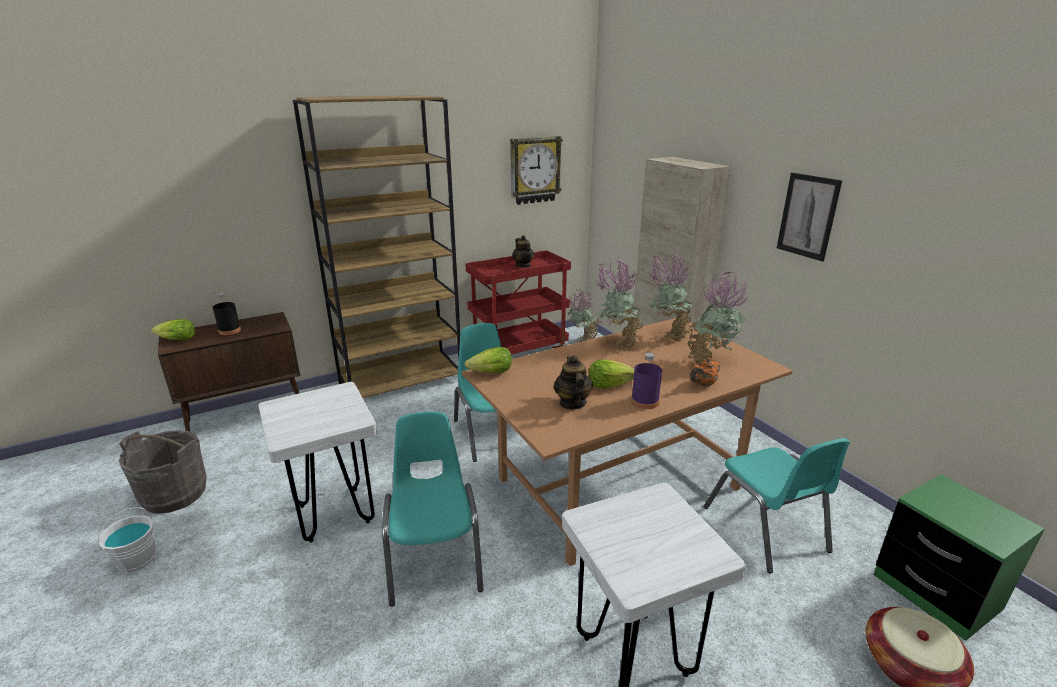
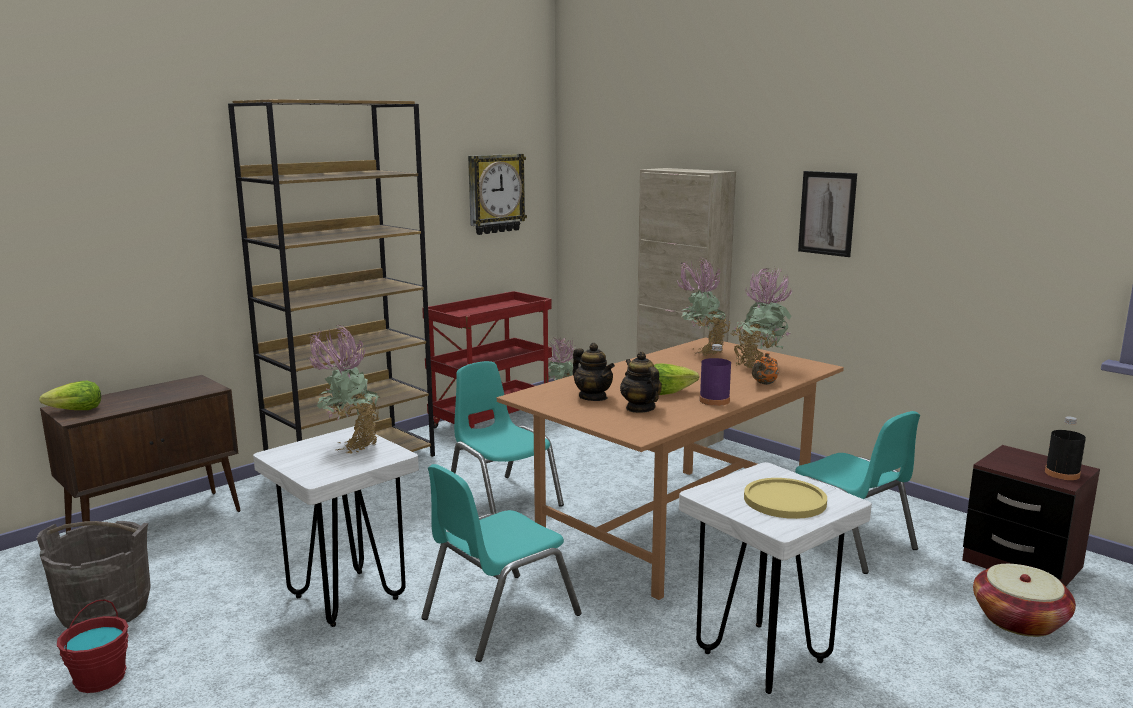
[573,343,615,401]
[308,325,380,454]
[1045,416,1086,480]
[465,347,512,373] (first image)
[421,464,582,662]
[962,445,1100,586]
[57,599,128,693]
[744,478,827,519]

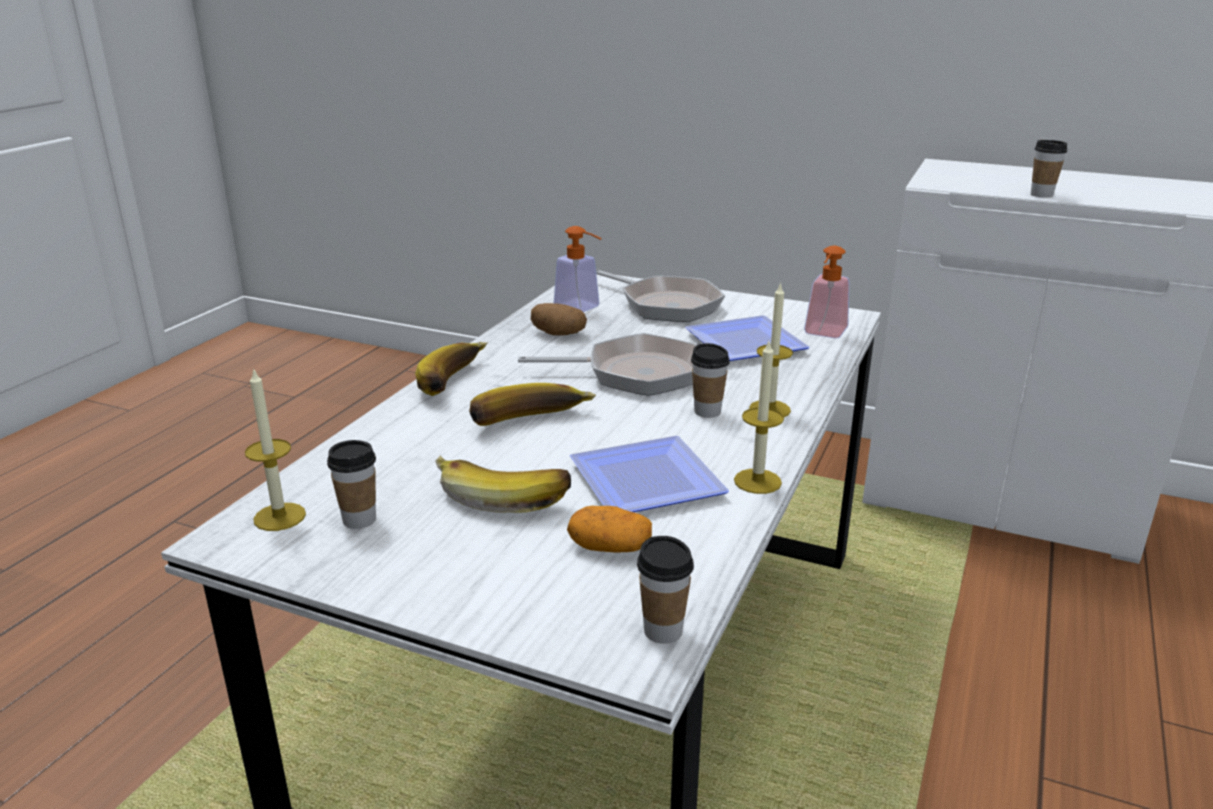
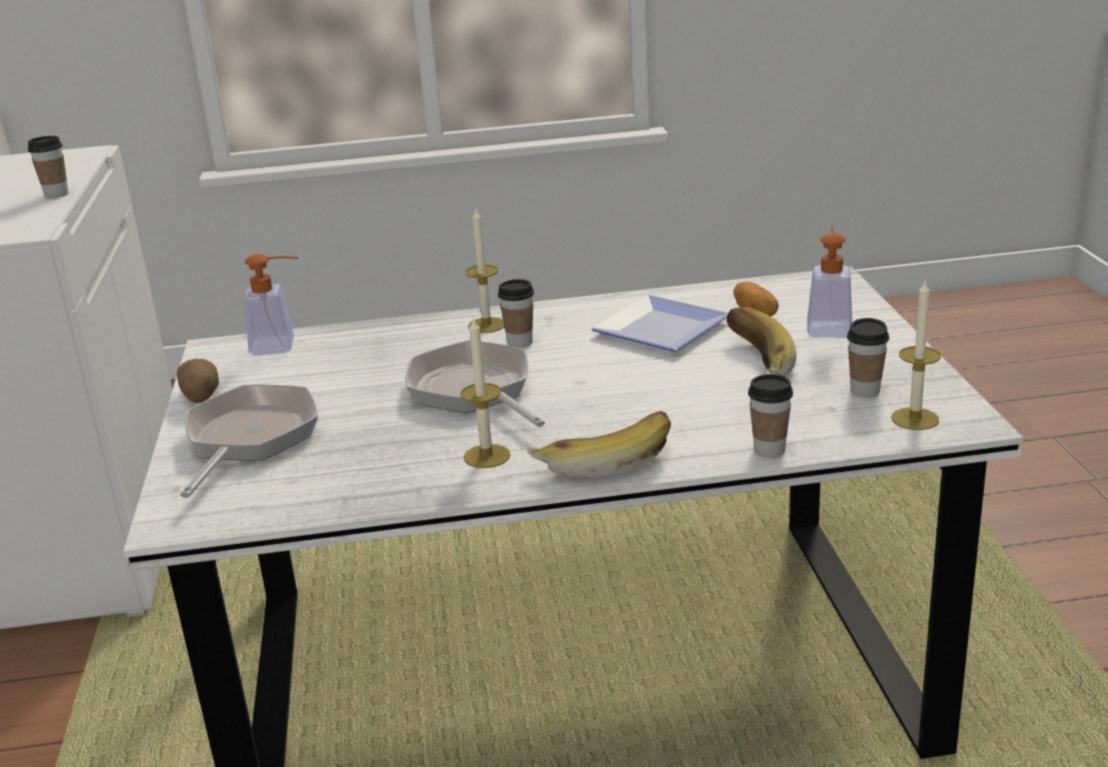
[807,226,852,338]
[177,359,219,403]
[685,315,810,361] (first image)
[460,316,510,468]
[469,383,596,426] (first image)
[748,374,793,458]

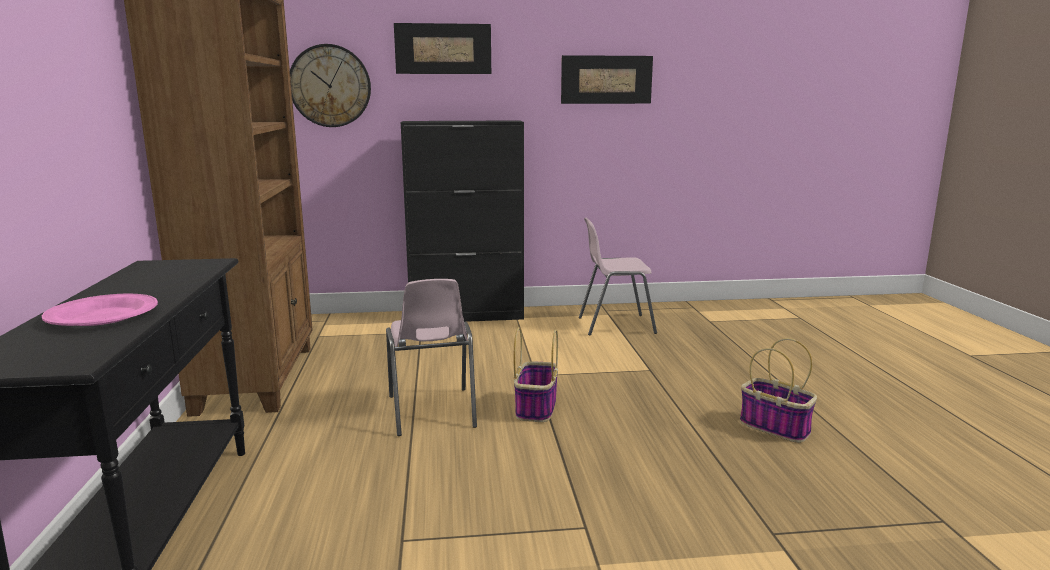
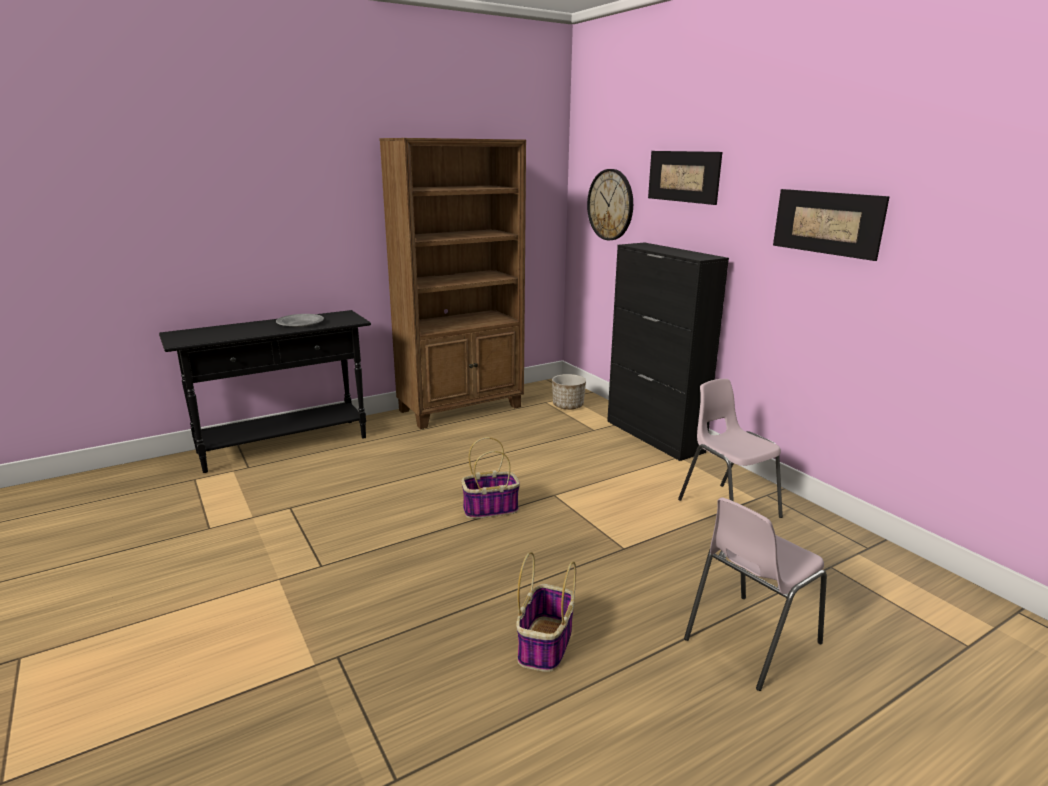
[684,497,827,691]
[42,294,158,326] (first image)
[276,314,324,327]
[552,374,586,410]

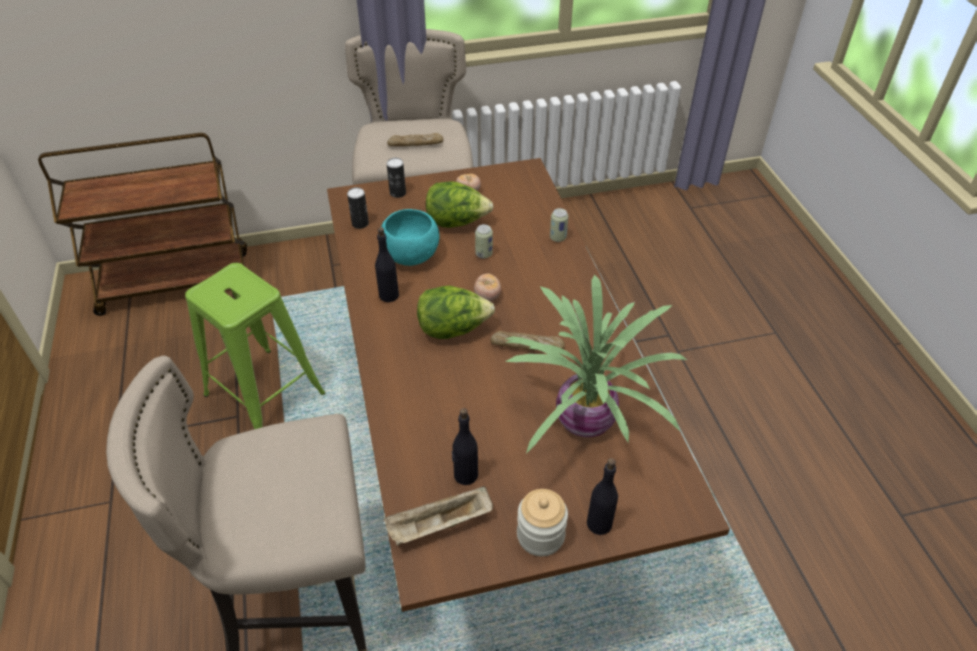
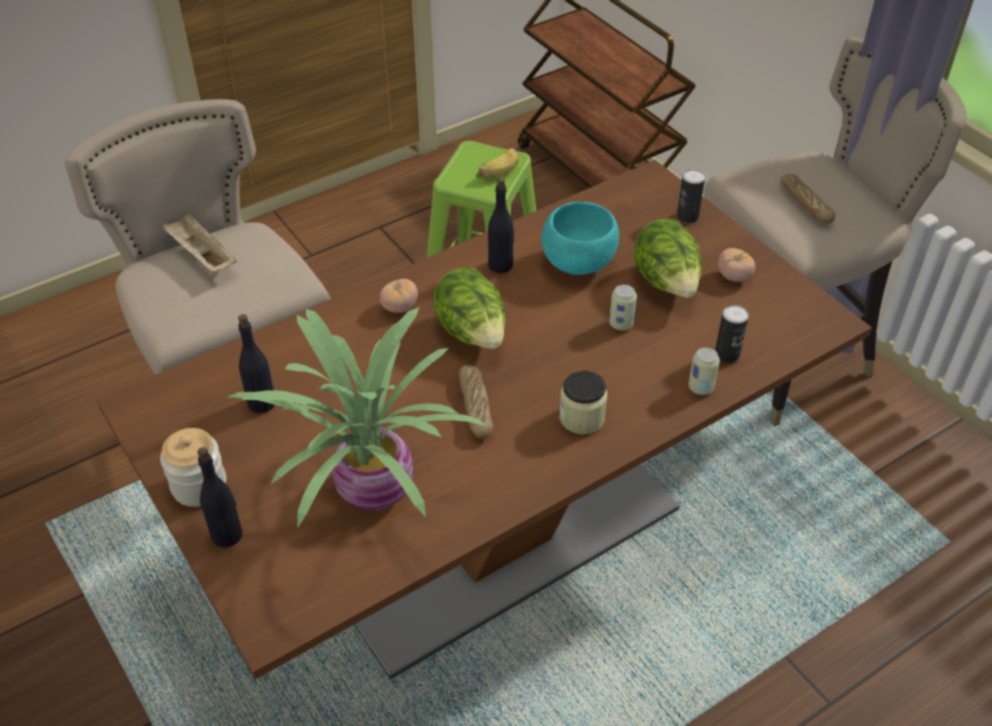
[715,305,749,363]
[380,279,418,313]
[162,214,237,272]
[479,145,519,178]
[559,371,607,434]

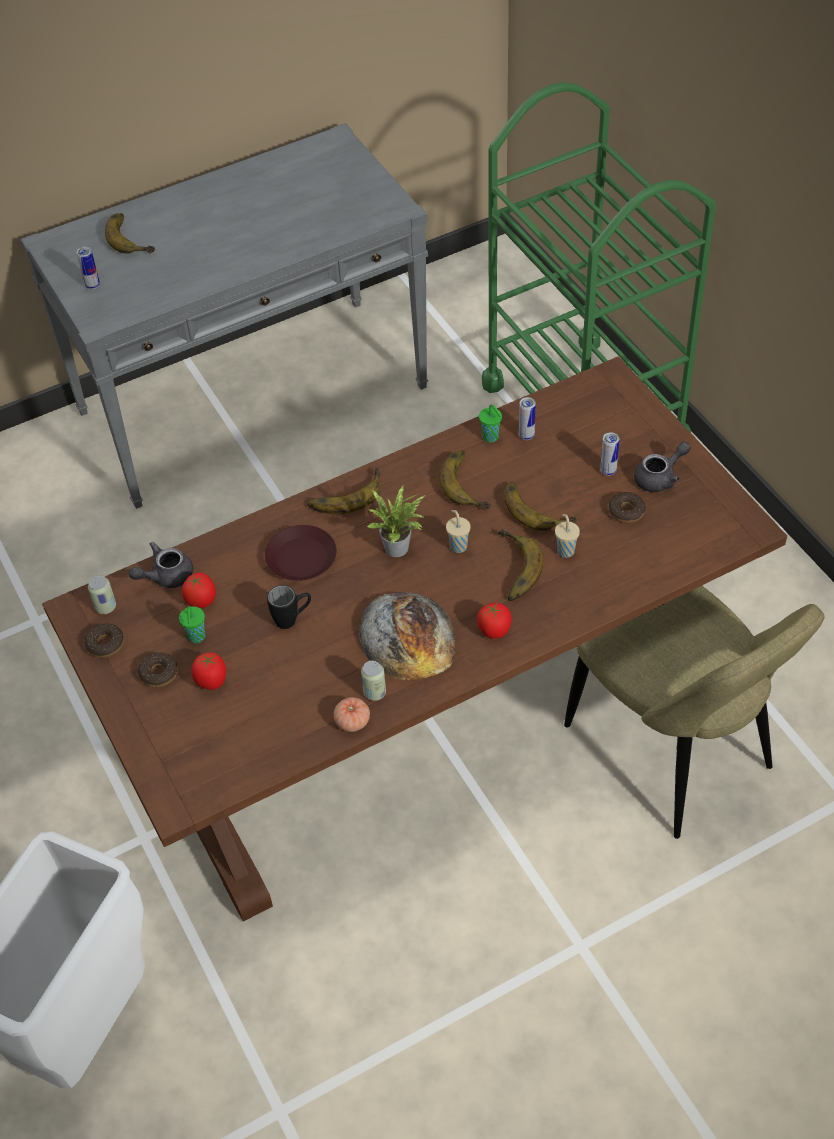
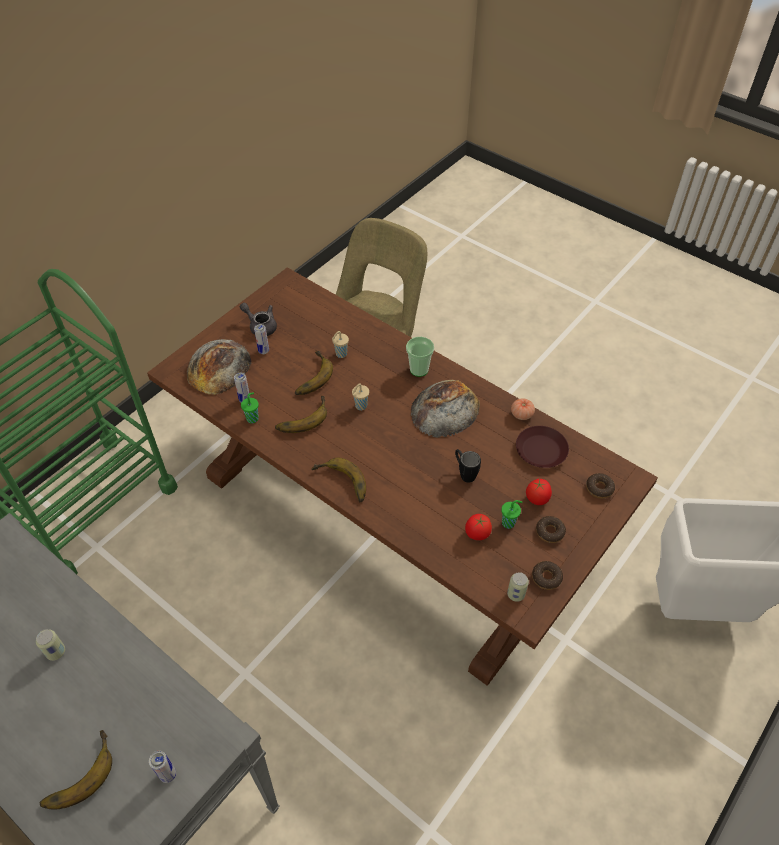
[367,486,426,557] (first image)
[586,473,615,499]
[516,426,569,468]
[498,529,543,601] (first image)
[129,542,193,588] (first image)
[406,337,434,377]
[36,629,65,661]
[187,339,251,395]

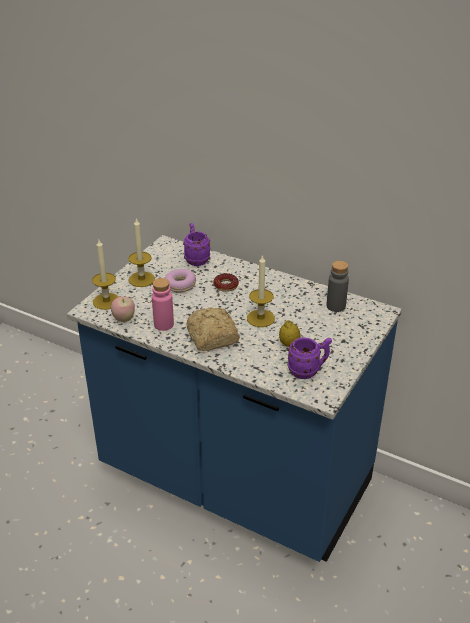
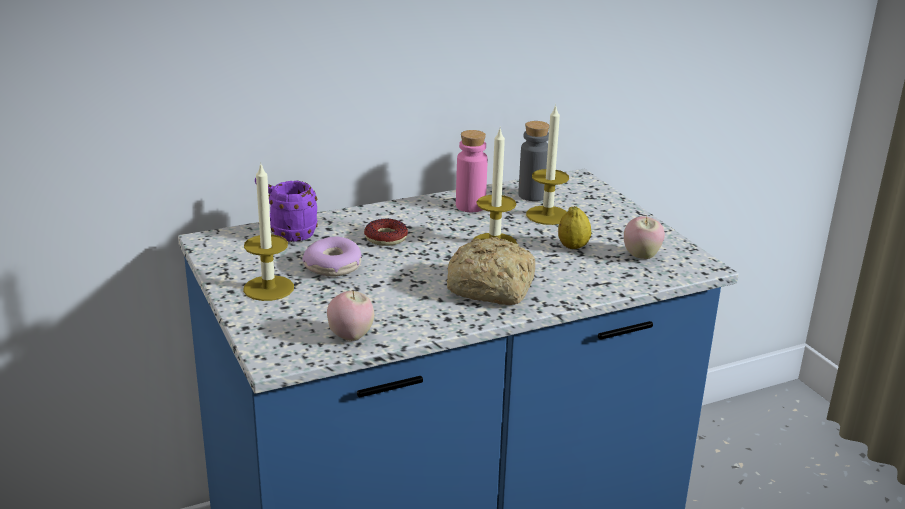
[526,104,569,225]
[456,130,488,212]
[624,216,665,259]

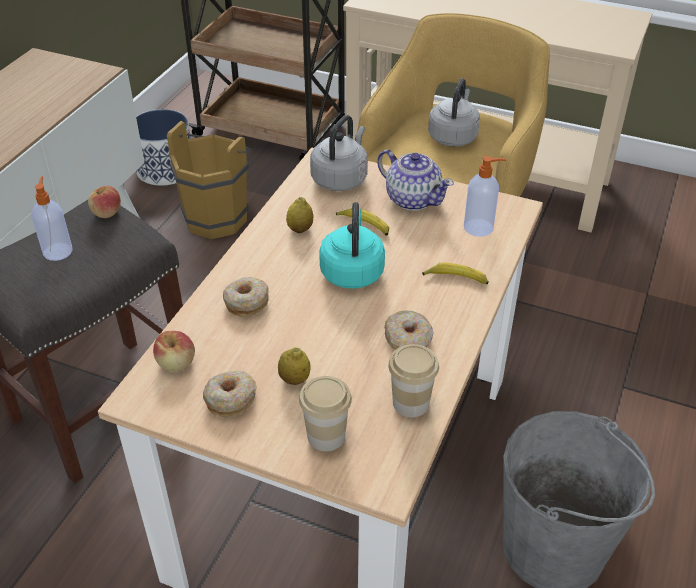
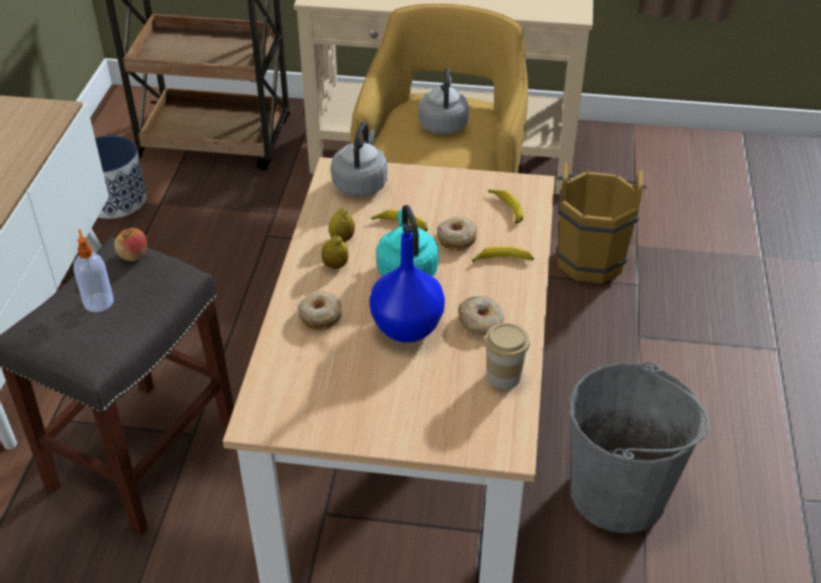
[557,163,647,284]
[377,149,454,211] (first image)
[488,189,523,224]
[153,331,195,371] (first image)
[321,236,349,269]
[437,217,477,251]
[299,376,352,451] (first image)
[369,232,445,343]

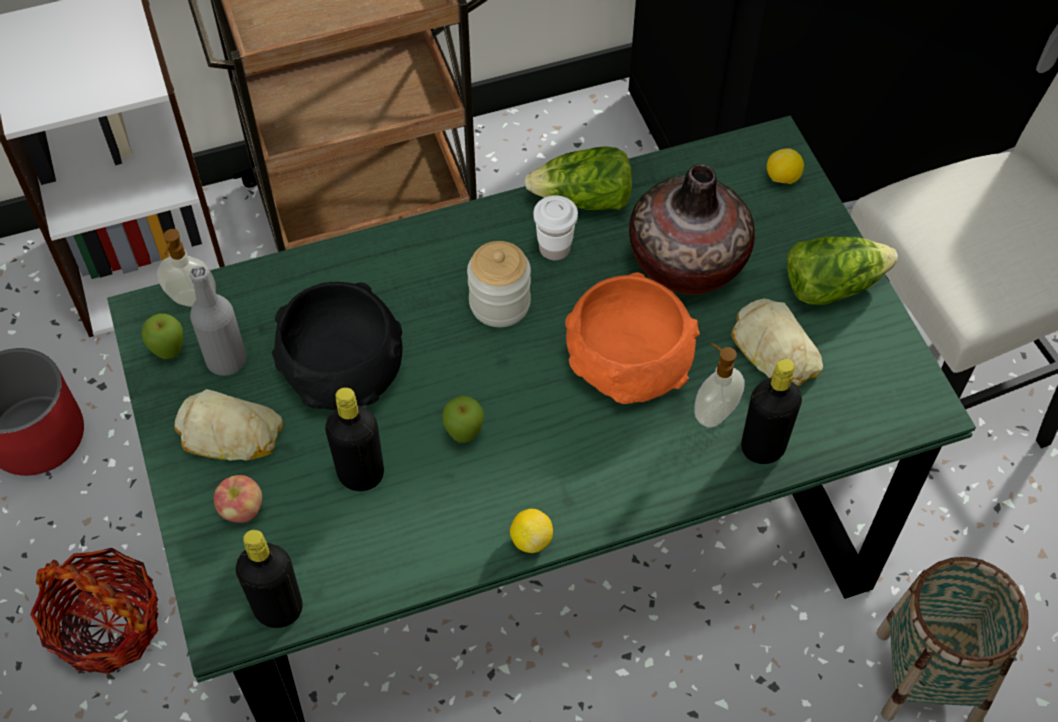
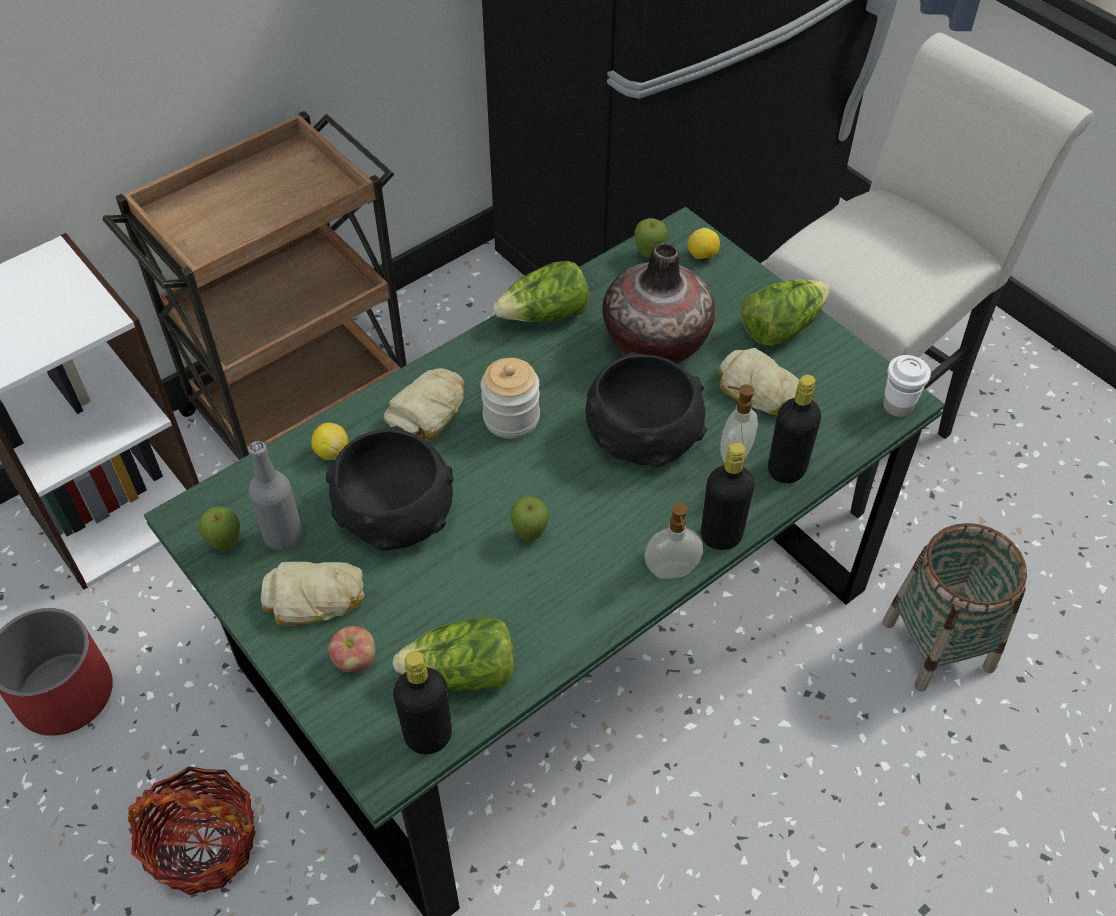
[883,355,931,417]
[645,502,703,579]
[586,352,707,467]
[701,443,755,550]
[311,423,348,460]
[634,218,668,258]
[384,368,464,441]
[392,617,514,691]

